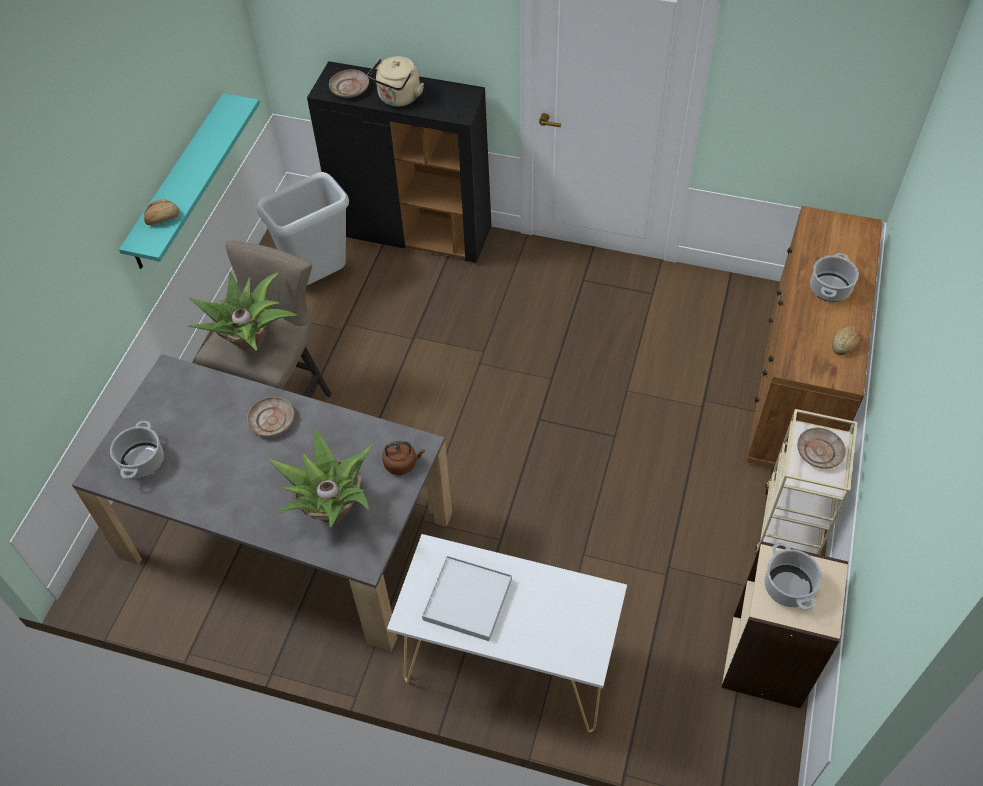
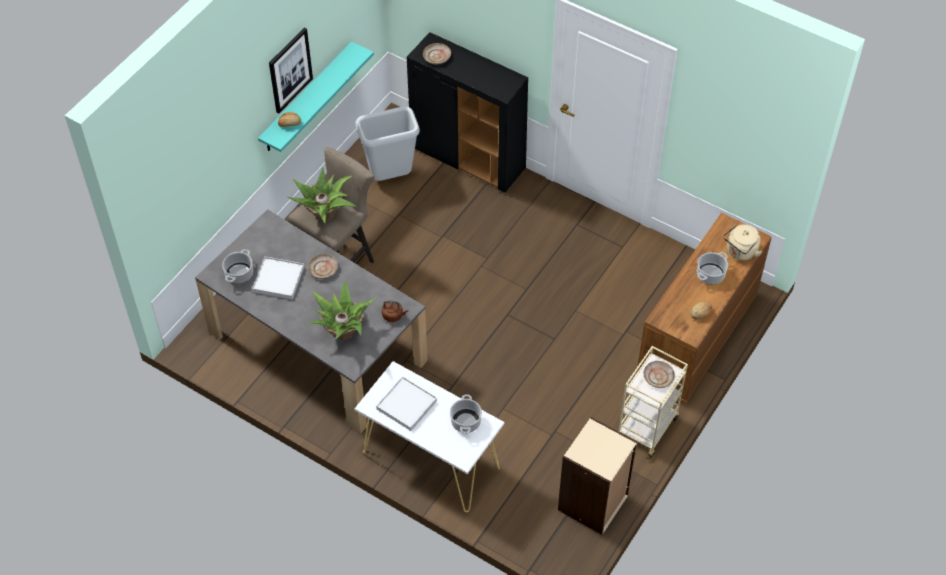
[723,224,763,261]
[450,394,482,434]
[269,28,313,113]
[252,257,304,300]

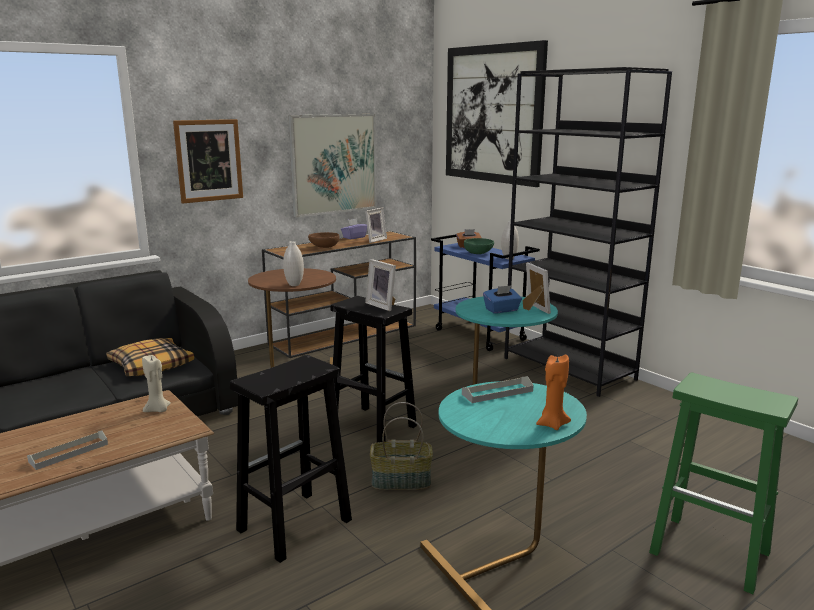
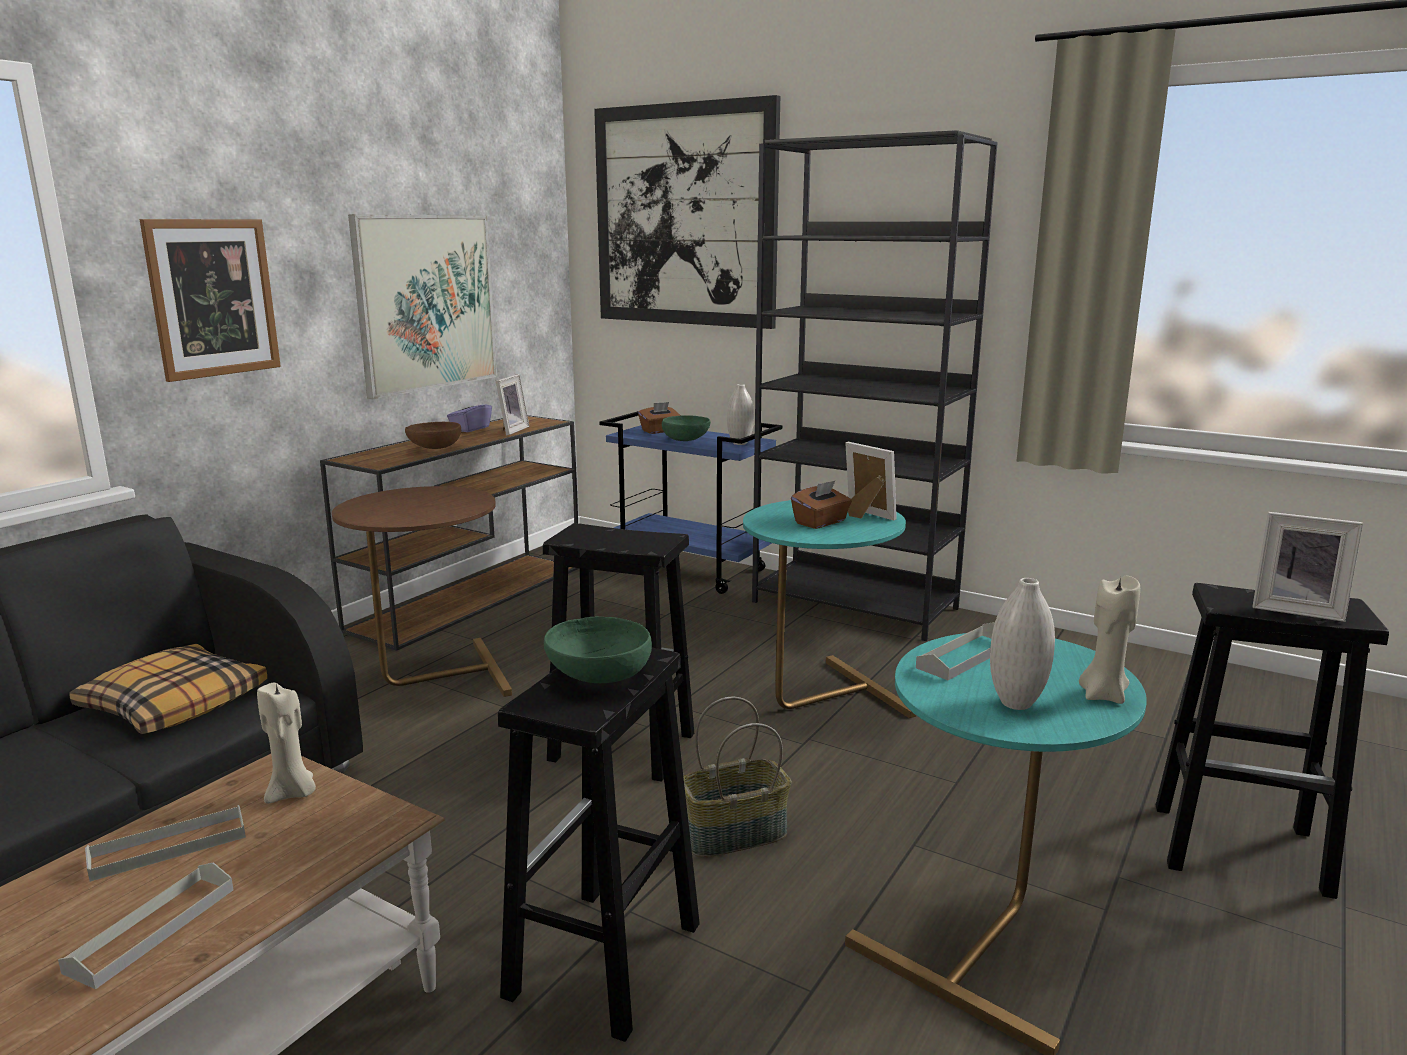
[990,578,1055,710]
[1252,512,1363,622]
[791,480,852,529]
[1079,576,1140,704]
[1156,583,1389,899]
[544,616,652,683]
[85,805,246,882]

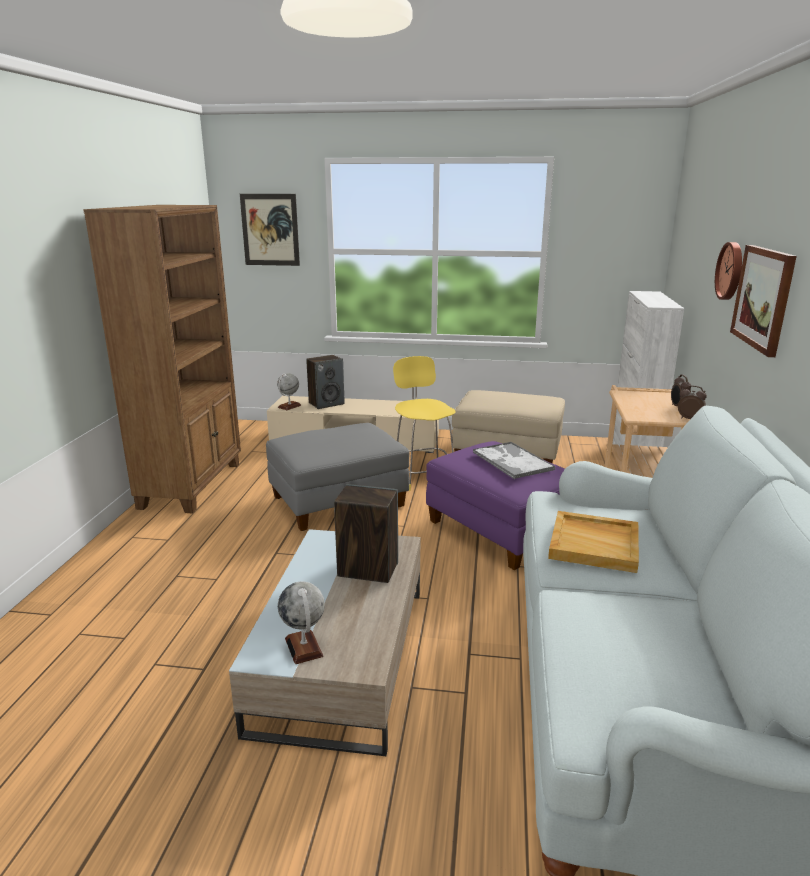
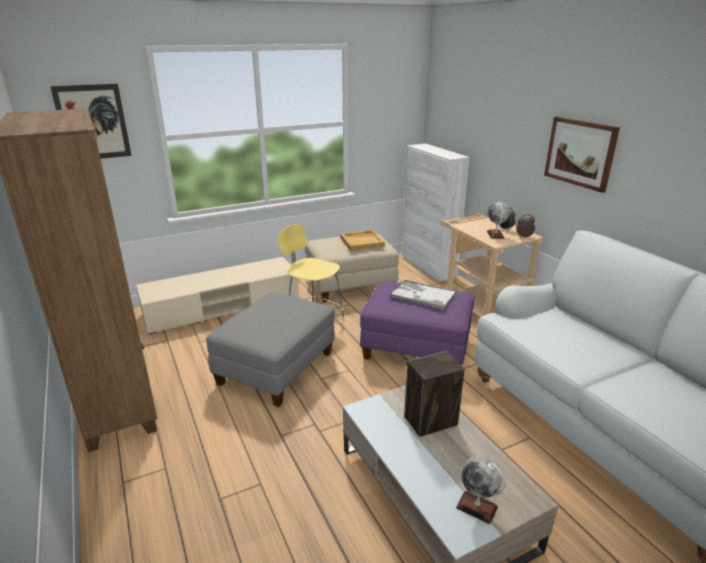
[715,242,742,300] (first image)
[306,355,345,409] (first image)
[487,202,510,239]
[340,230,385,251]

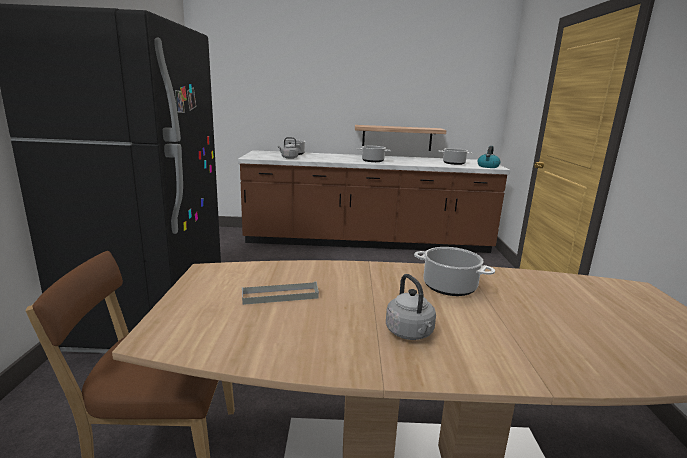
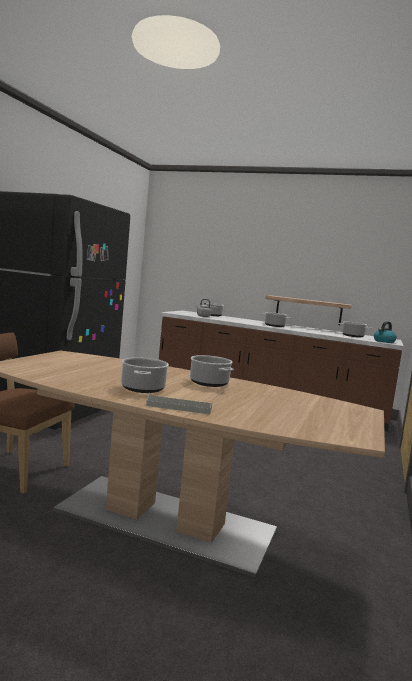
[121,357,169,393]
[146,393,212,414]

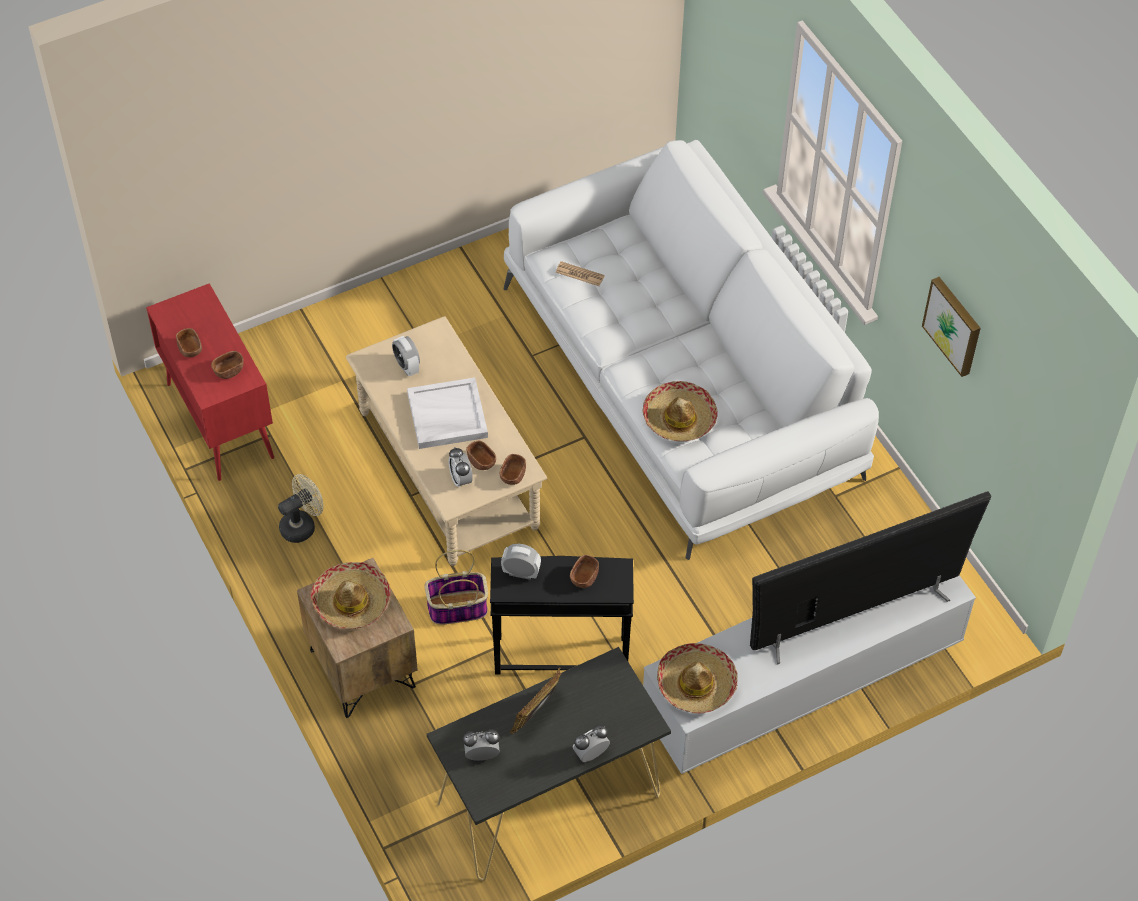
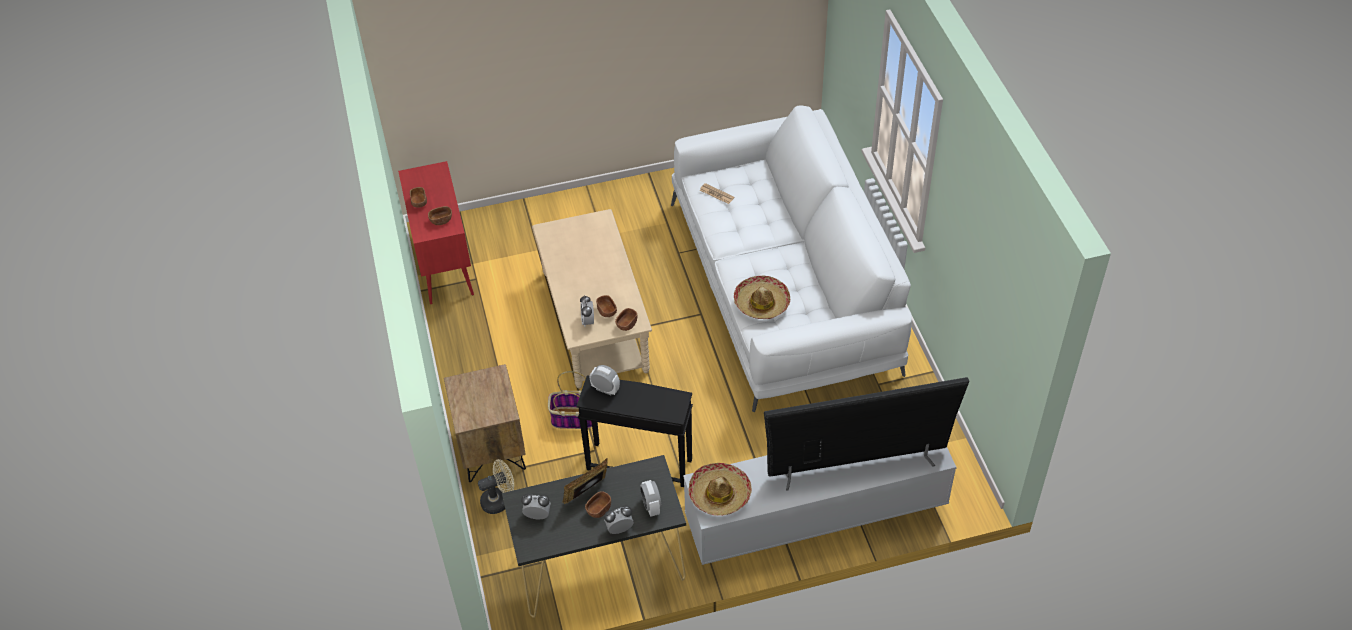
[922,277,981,377] (first image)
[640,480,661,517]
[407,377,488,449] (first image)
[478,459,514,514]
[585,491,611,518]
[311,562,391,629] (first image)

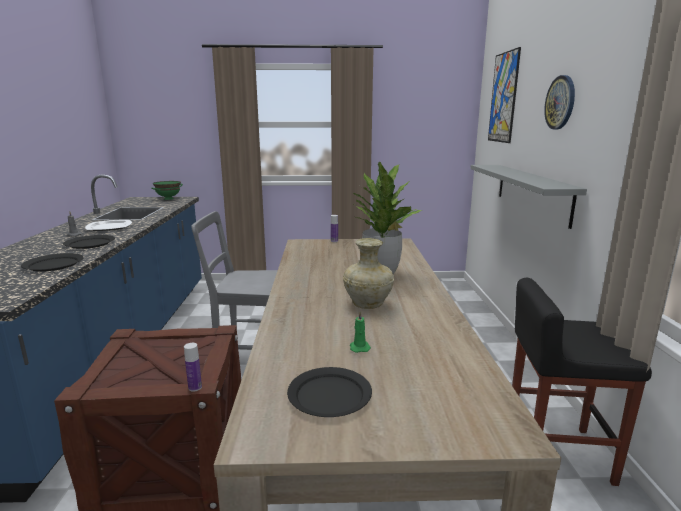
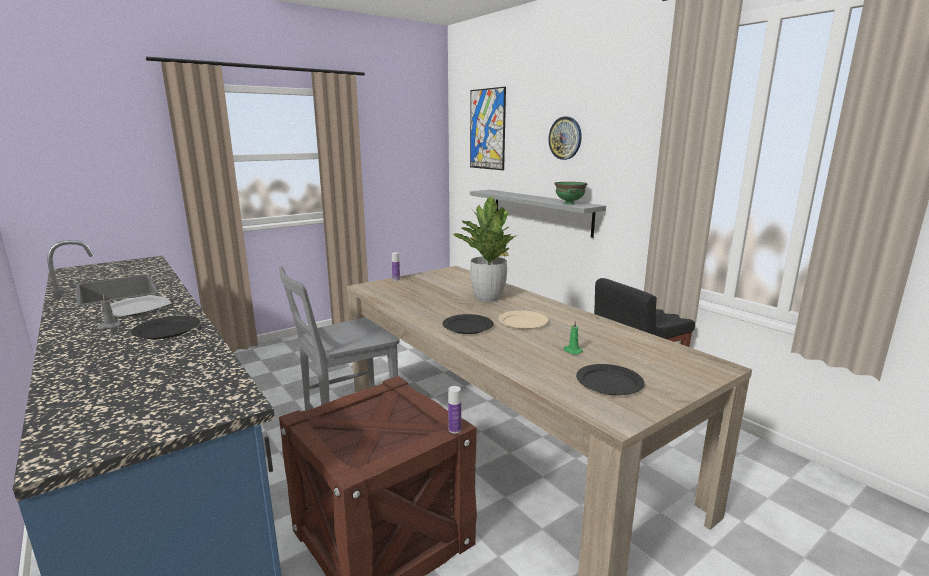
[555,182,587,204]
[498,310,548,330]
[442,314,493,334]

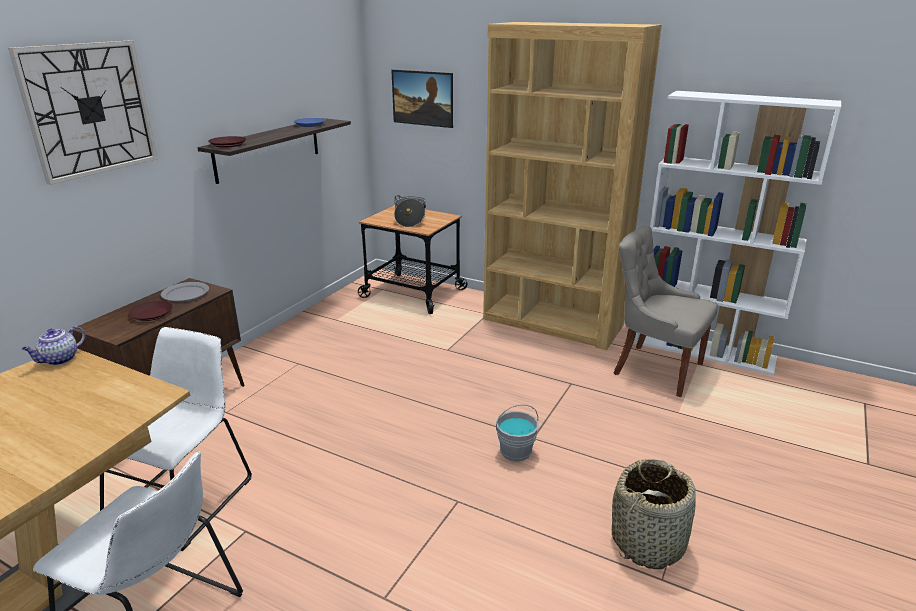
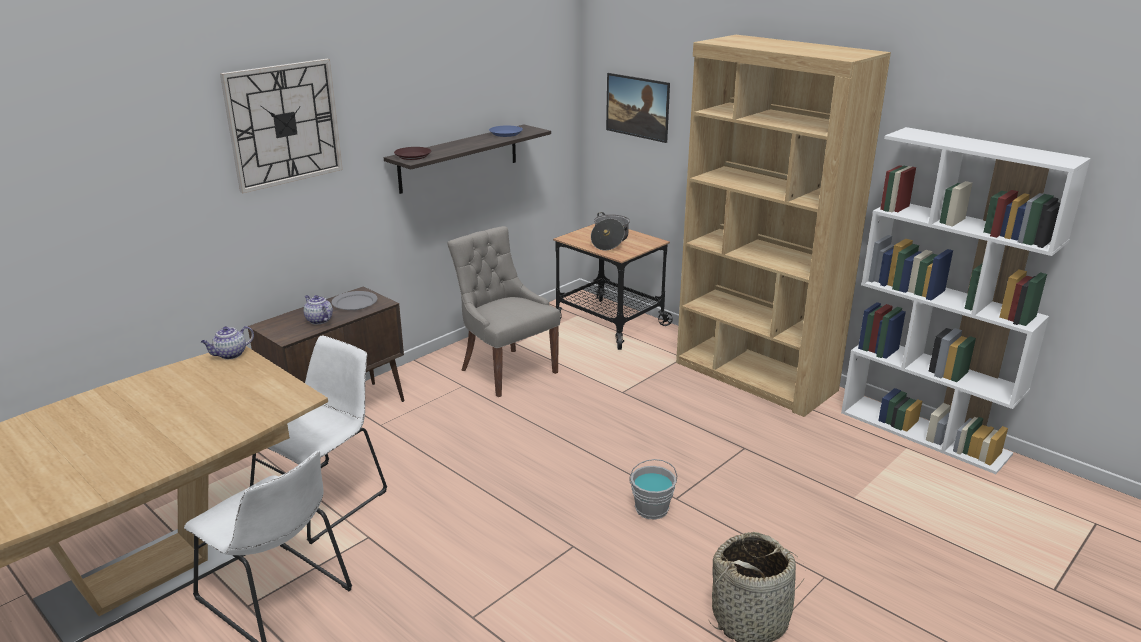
[447,226,561,397]
[304,295,333,325]

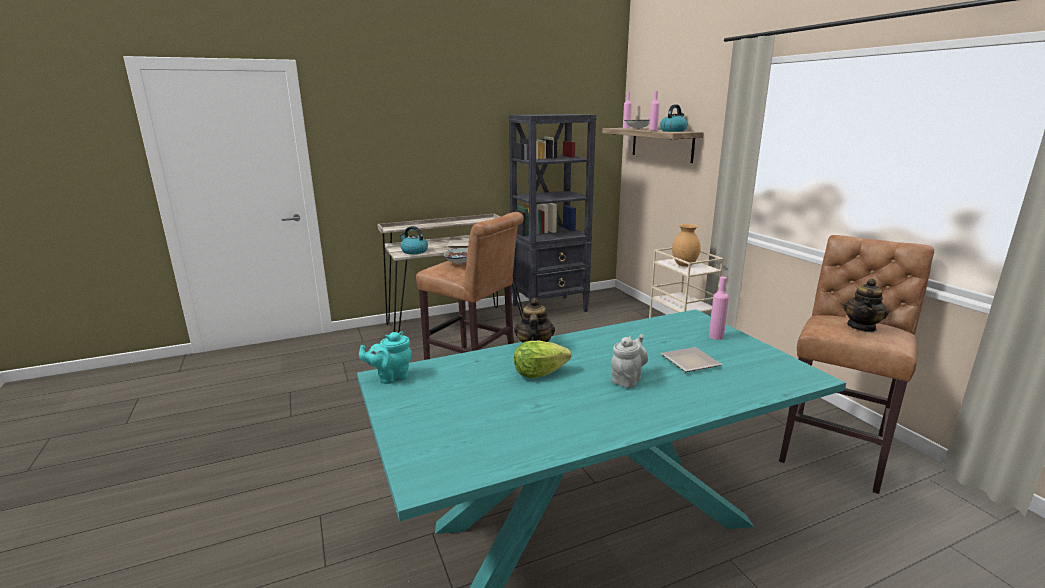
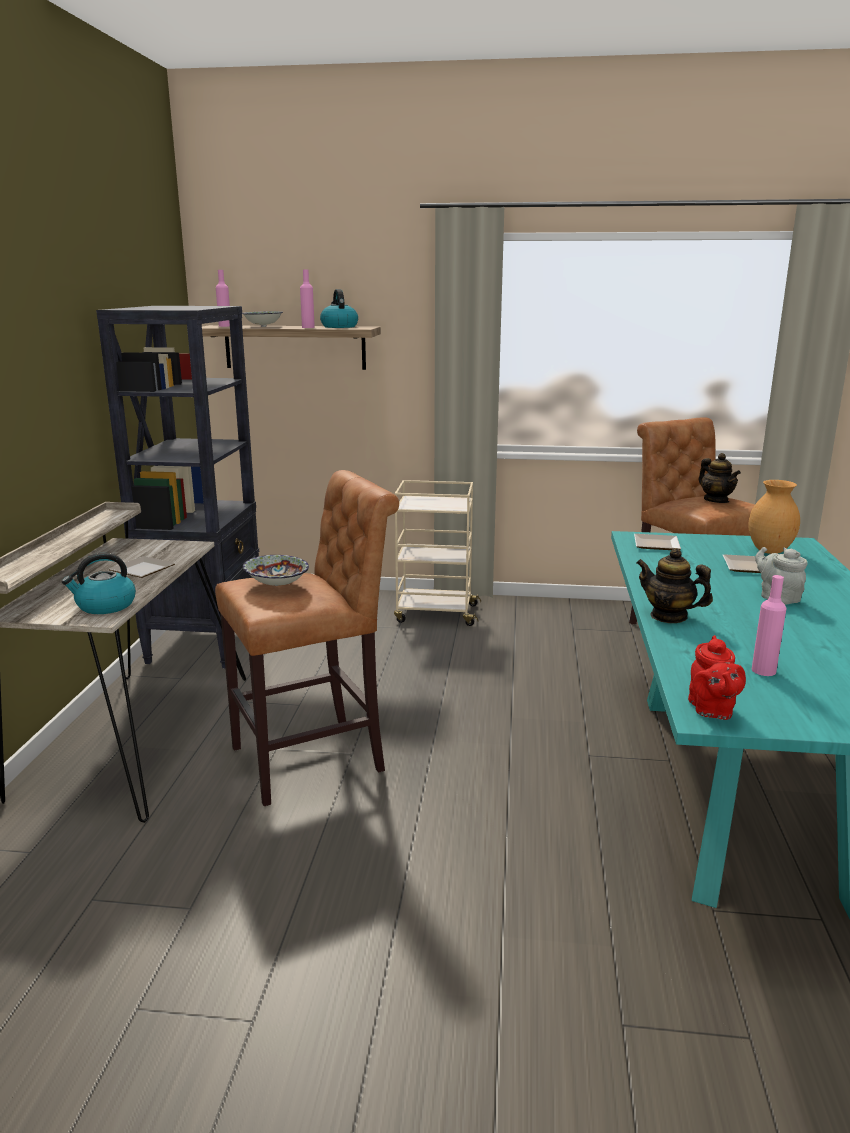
[748,480,800,554]
[752,575,787,676]
[688,635,746,720]
[514,341,571,378] (first image)
[634,534,681,550]

